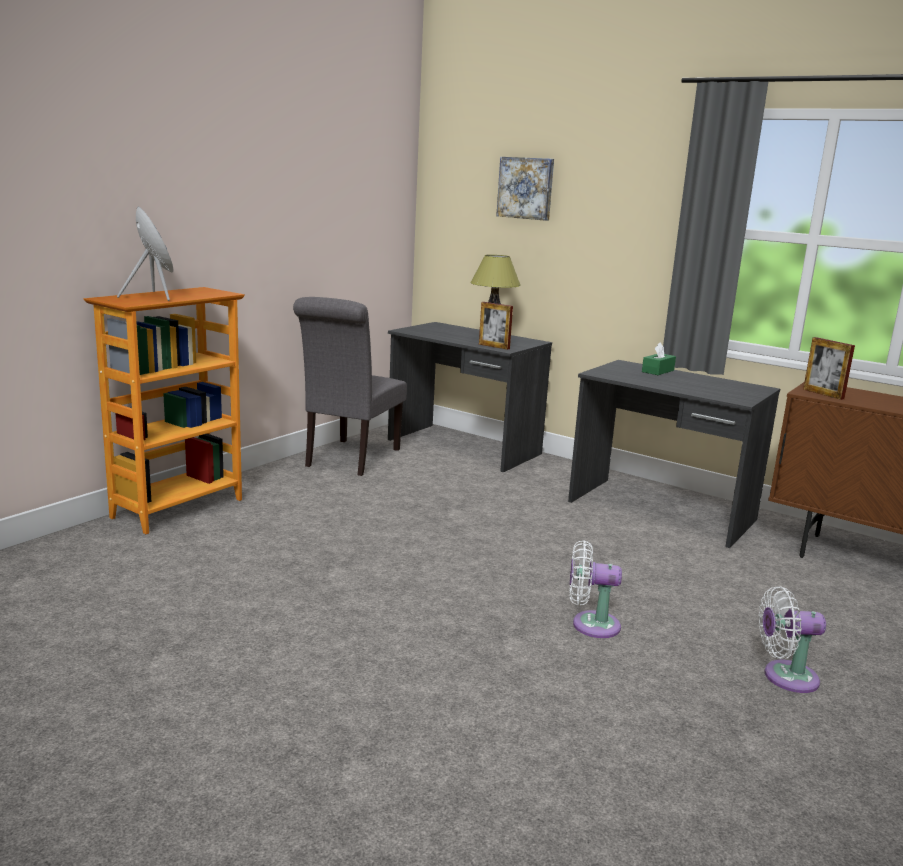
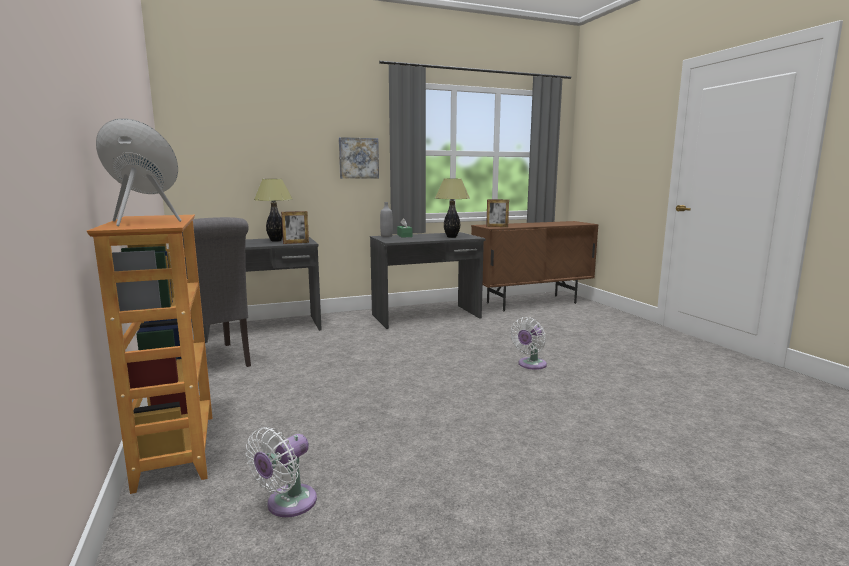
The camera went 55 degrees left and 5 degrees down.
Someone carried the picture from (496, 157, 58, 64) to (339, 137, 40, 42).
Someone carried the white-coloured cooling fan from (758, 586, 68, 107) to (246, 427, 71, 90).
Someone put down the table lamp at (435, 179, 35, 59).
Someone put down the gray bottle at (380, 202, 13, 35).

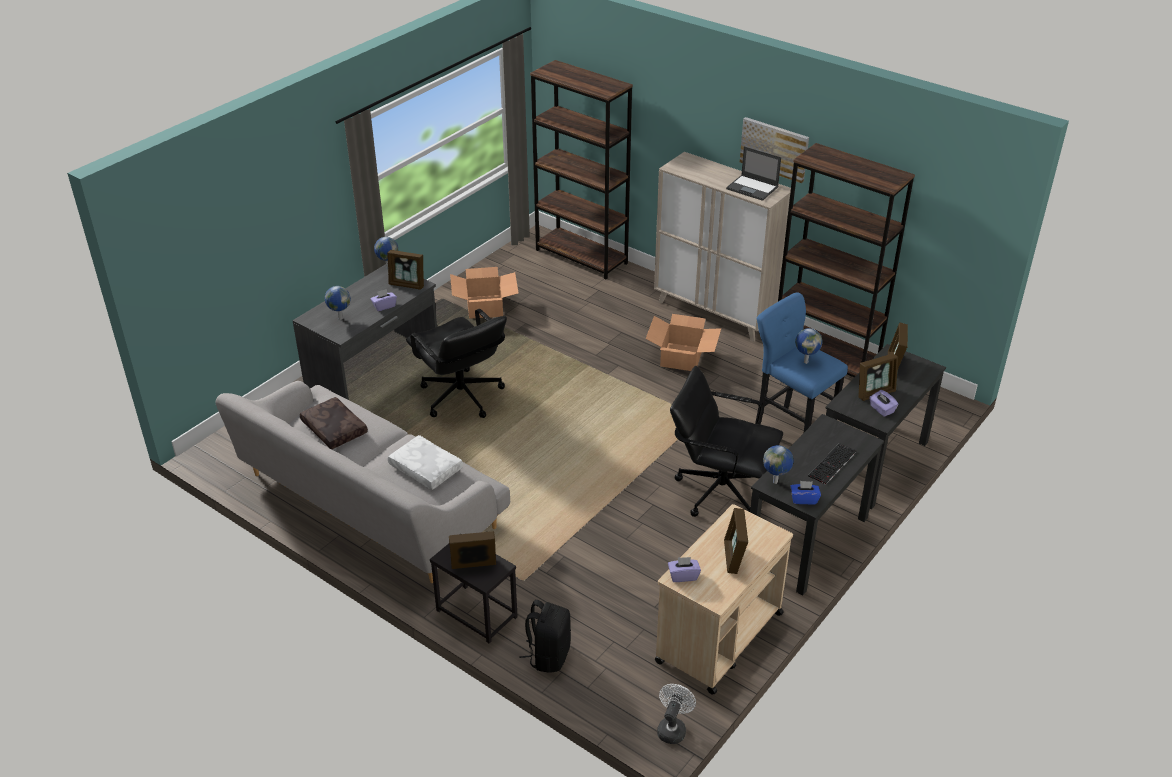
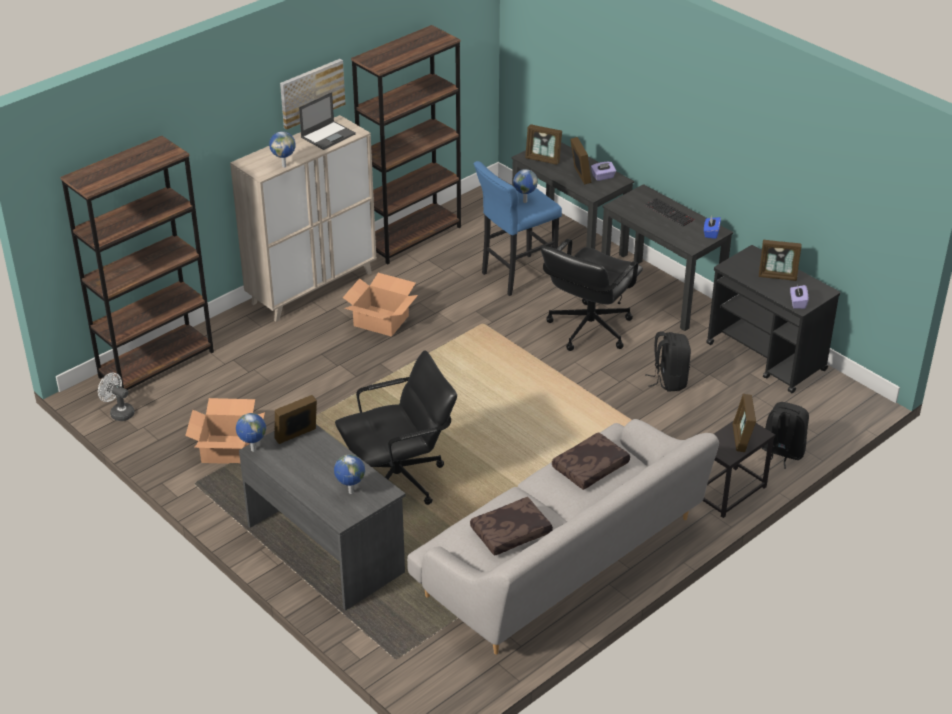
The camera went 80 degrees left and 0 degrees up.
Someone rotated the photo frame at (387, 250, 37, 40) by 150 degrees counterclockwise.
Someone took away the purple tissue holder at (371, 289, 26, 22).
Someone repainted the white-coloured pillow at (388, 435, 75, 55), which became the brown-coloured pillow at (552, 432, 78, 58).
Someone carried the desk globe from (763, 445, 31, 39) to (269, 131, 27, 37).
Someone repainted the beige-coloured cart at (655, 504, 138, 191), which became the black cart at (706, 245, 134, 148).
Someone carried the white-coloured cooling fan from (657, 684, 39, 60) to (98, 373, 37, 48).
Someone put down the black knapsack at (645, 331, 46, 61).

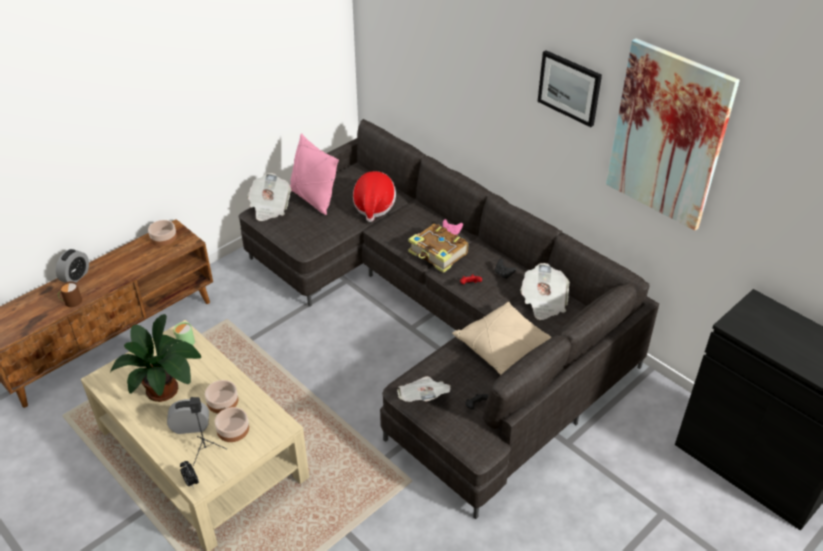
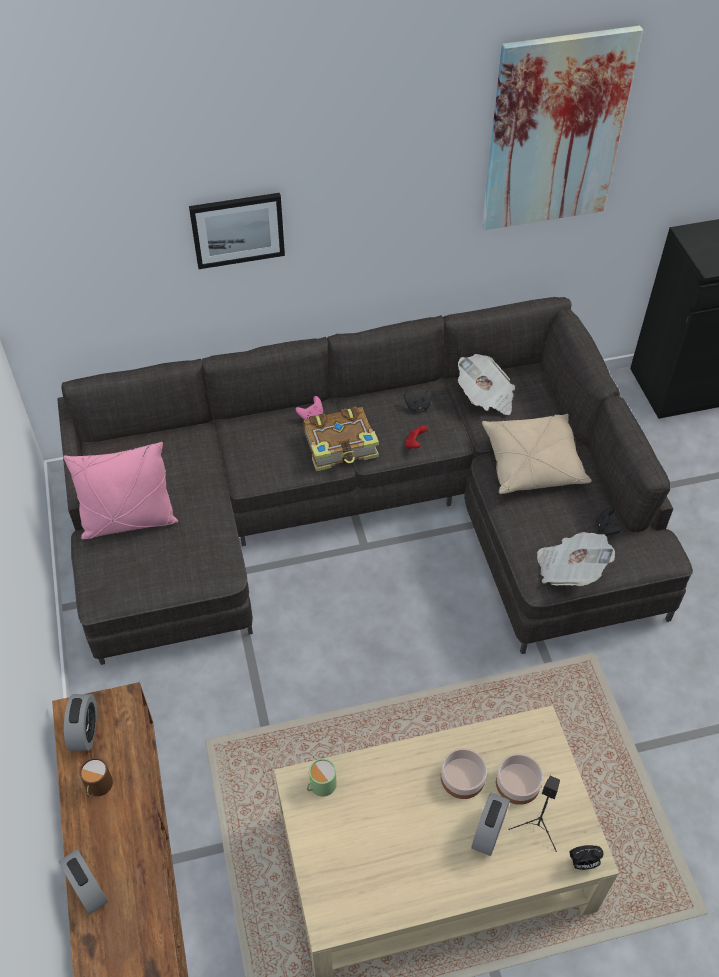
The camera went 60 degrees left and 10 degrees up.
Someone carried the picture from (537, 50, 65, 77) to (189, 193, 96, 76).
Someone took away the clothing hat at (353, 171, 43, 51).
Someone took away the daily paper at (247, 173, 44, 48).
Someone swapped the serving bowl at (148, 220, 29, 26) for the table clock at (64, 694, 33, 57).
Someone carried the brown-coloured mug from (58, 281, 24, 26) to (79, 758, 34, 39).
Someone took away the plant in a pot at (110, 314, 91, 88).

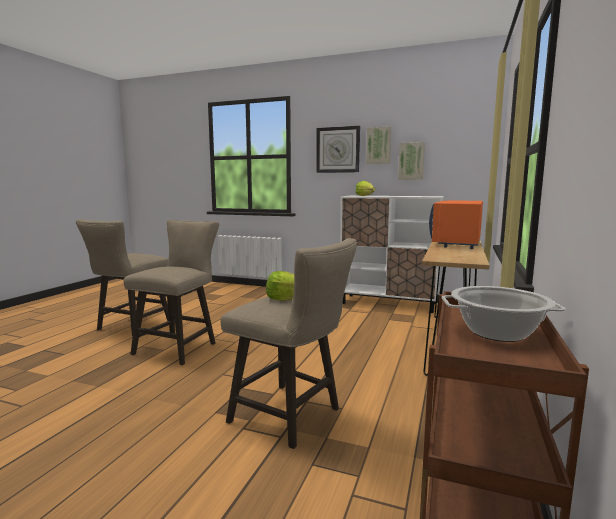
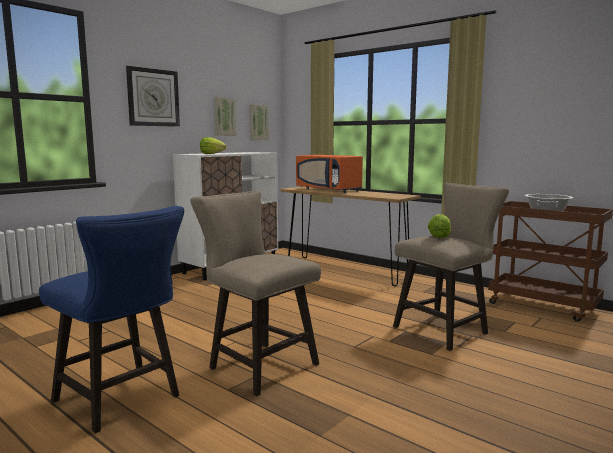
The camera went 70 degrees left and 0 degrees up.
Someone carried the picture from (366, 126, 26, 38) to (249, 104, 20, 36).
Someone repainted the beige-coloured stool at (76, 219, 93, 117), which became the bluish stool at (39, 206, 145, 227).

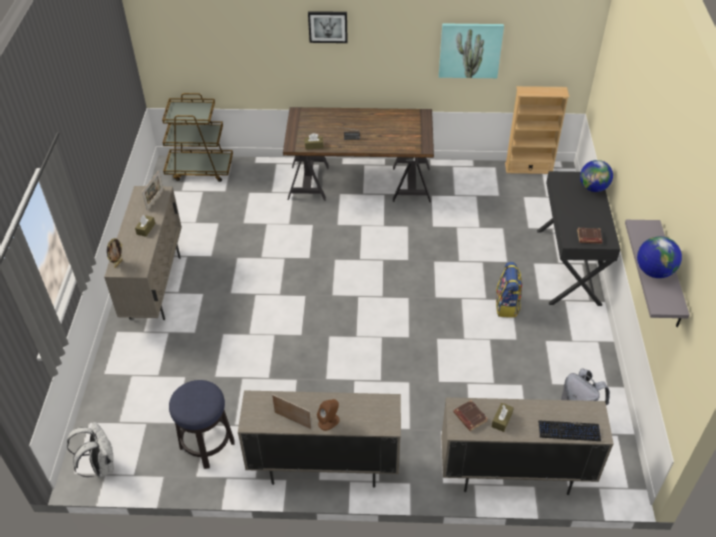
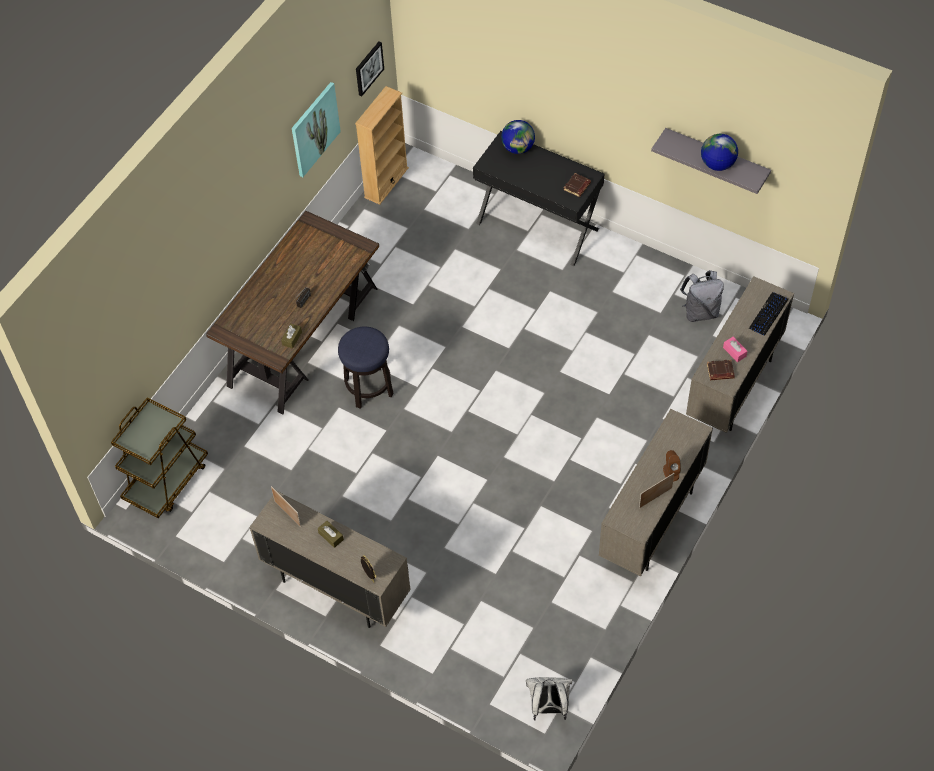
The camera went 60 degrees left and 10 degrees up.
Someone carried the picture from (308, 11, 40, 32) to (356, 41, 28, 55).
Someone took away the knapsack at (496, 262, 26, 56).
Someone carried the stool from (169, 380, 65, 89) to (338, 327, 56, 82).
Someone repainted the brown-coloured tissue holder at (492, 403, 22, 29), which became the pink tissue holder at (723, 337, 24, 25).

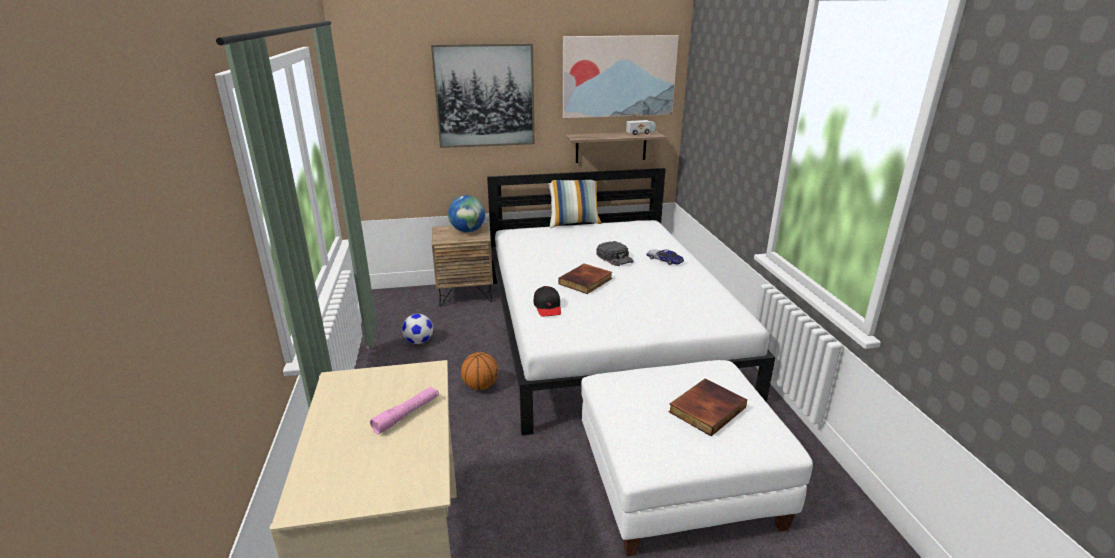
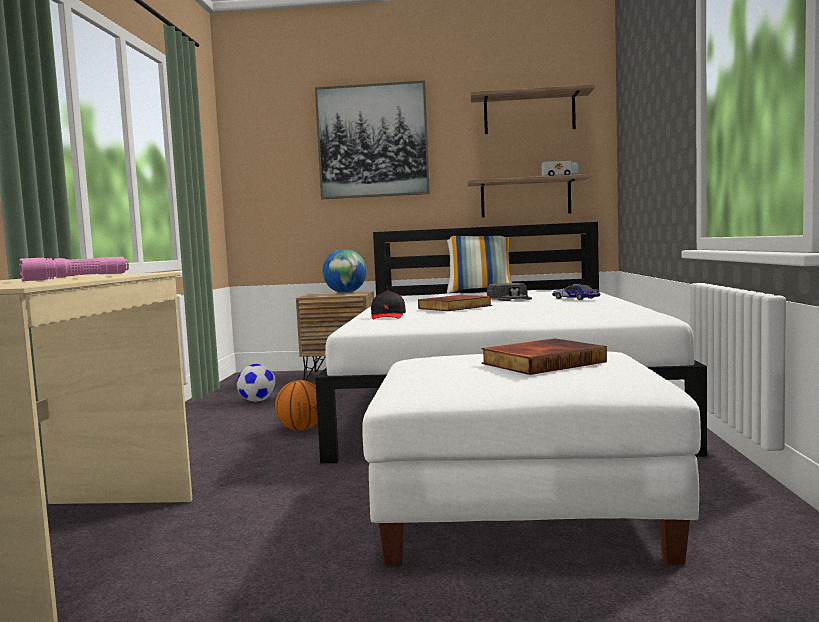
The camera went 15 degrees right and 20 degrees down.
Someone swapped the picture at (563, 35, 116, 83) for the bracket shelf at (470, 84, 125, 50).

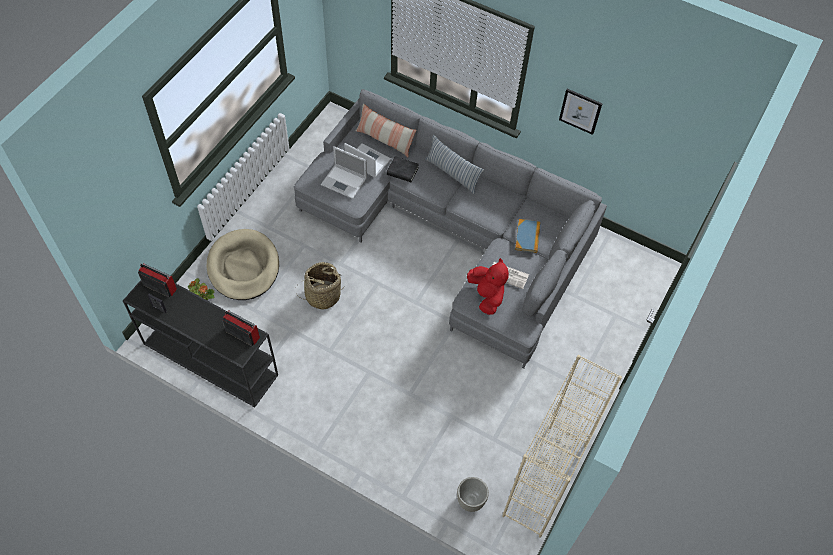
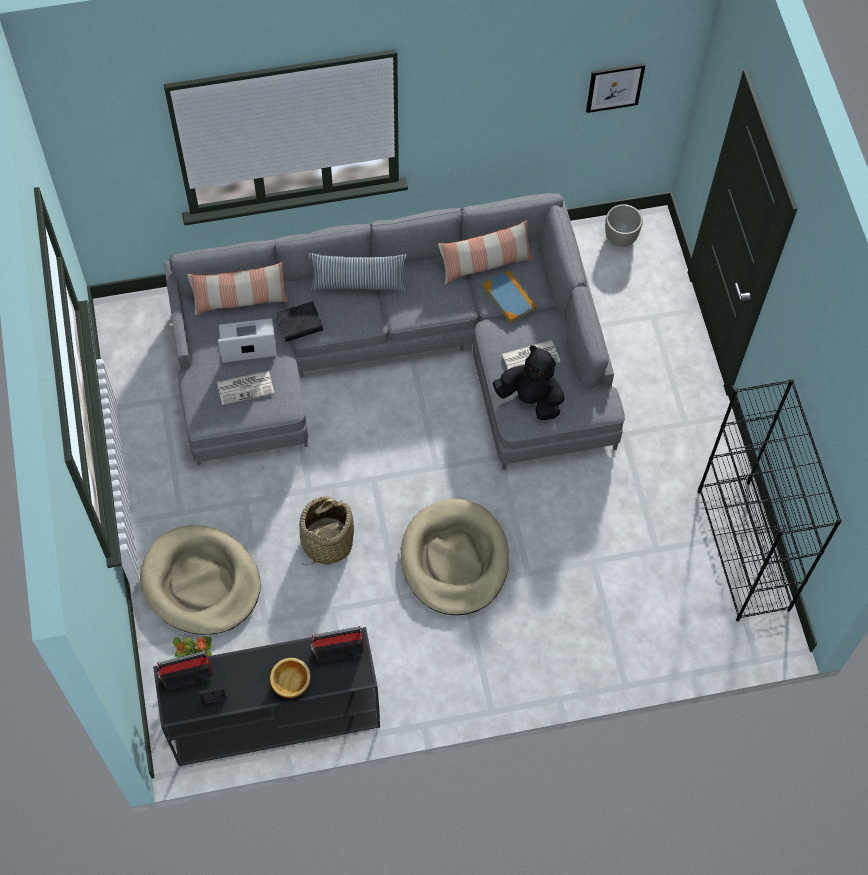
The camera went 40 degrees left and 5 degrees up.
Someone carried the picture from (559, 89, 44, 46) to (586, 63, 59, 50).
Someone swapped the notebook computer at (321, 146, 46, 53) for the daily paper at (217, 371, 57, 34).
Someone repainted the red plush toy at (467, 258, 42, 57), which became the black plush toy at (492, 345, 72, 75).
Someone repainted the beige-coloured bookcase at (502, 355, 120, 183), which became the black bookcase at (698, 379, 144, 243).
Someone carried the gray planter from (457, 477, 32, 35) to (605, 204, 38, 43).
Someone put down the pillow at (438, 220, 95, 64).
Someone put down the beige-coloured dog cushion at (401, 499, 108, 116).
Someone put down the serving bowl at (270, 658, 41, 40).

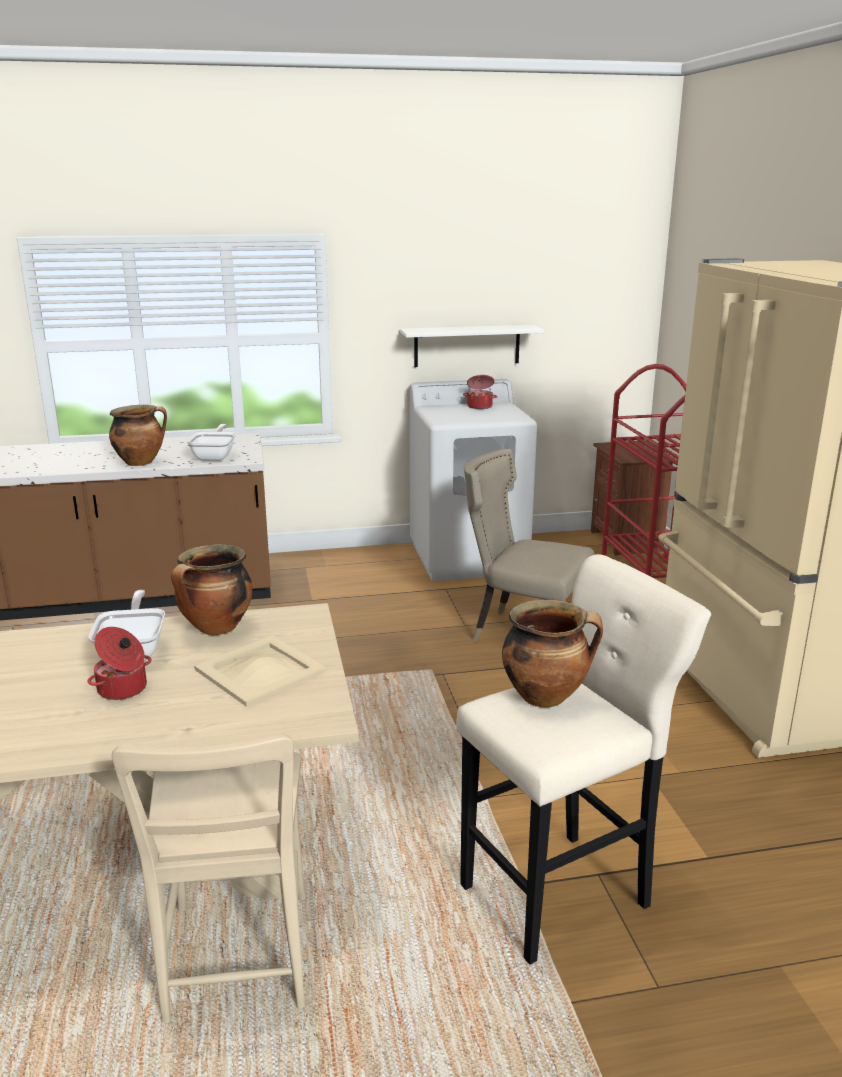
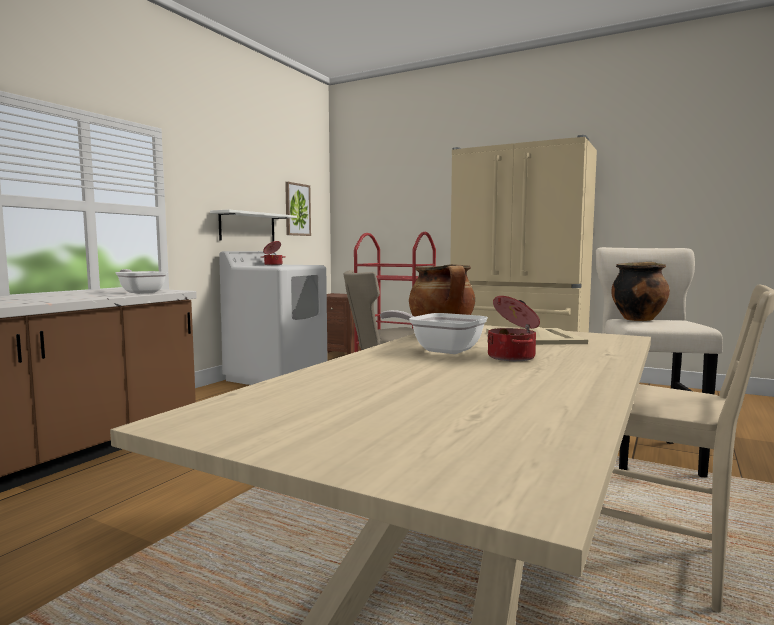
The camera went 50 degrees left and 15 degrees down.
Someone took away the stockpot at (109, 405, 58, 61).
Someone put up the picture at (285, 182, 26, 54).

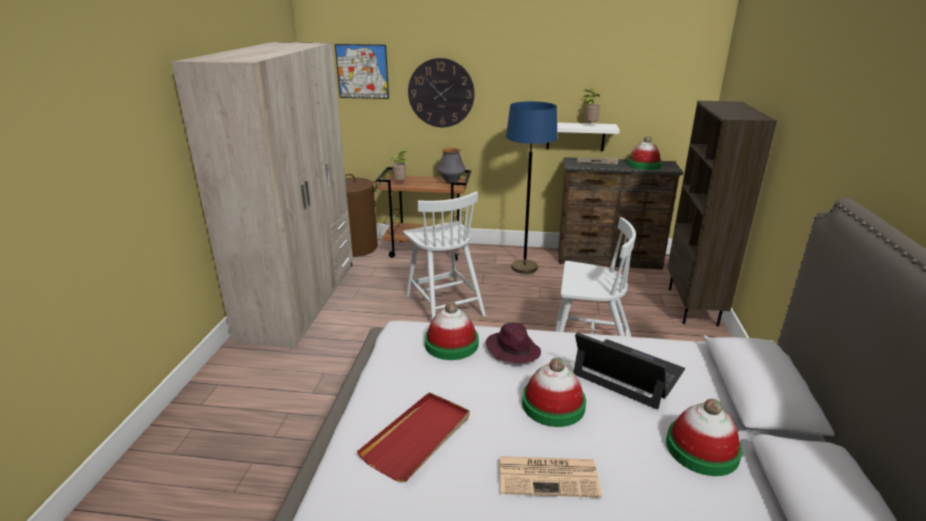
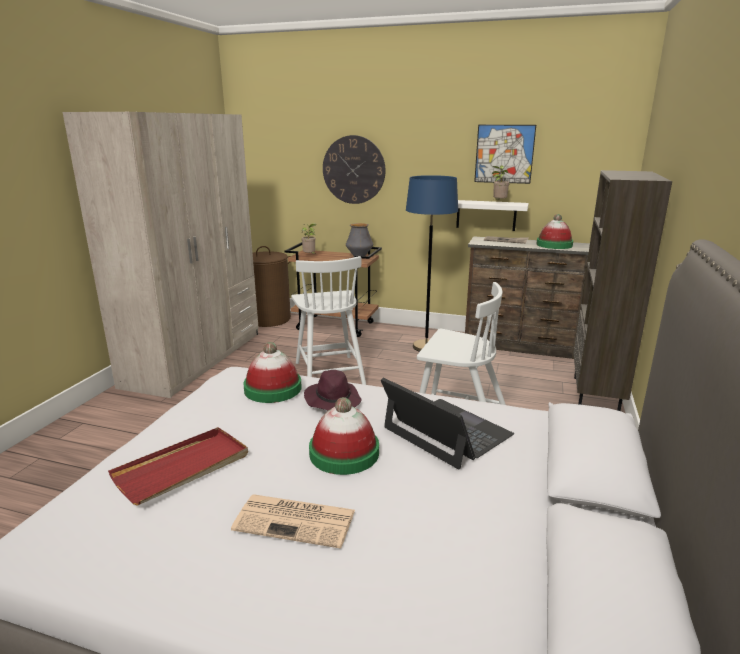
The camera went 10 degrees right and 5 degrees down.
Someone carried the picture from (335, 44, 54, 55) to (474, 125, 62, 59).
Someone took away the clothing hat at (666, 399, 76, 77).

